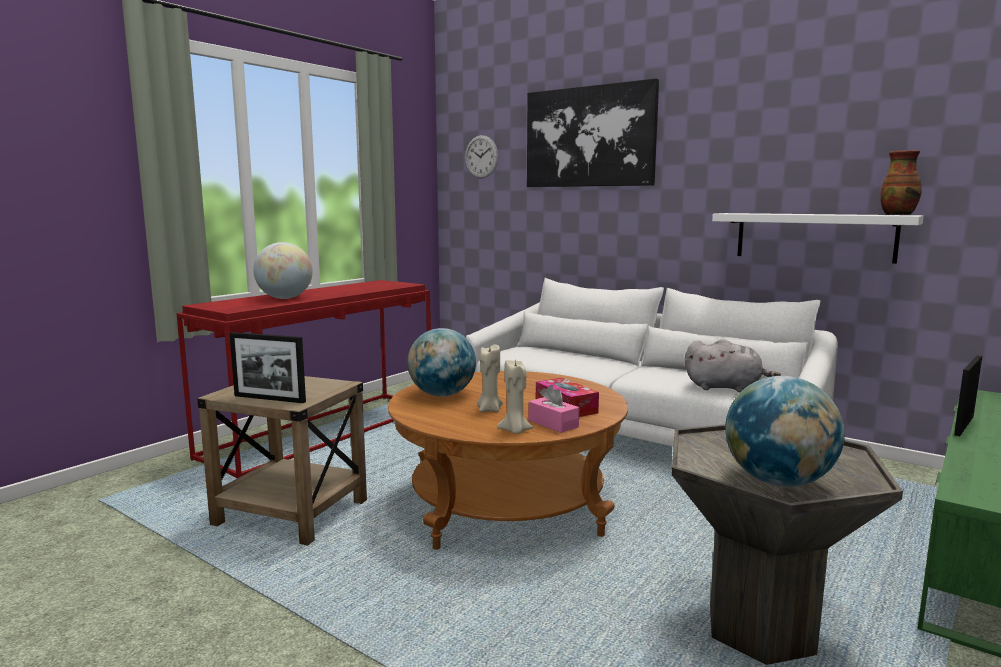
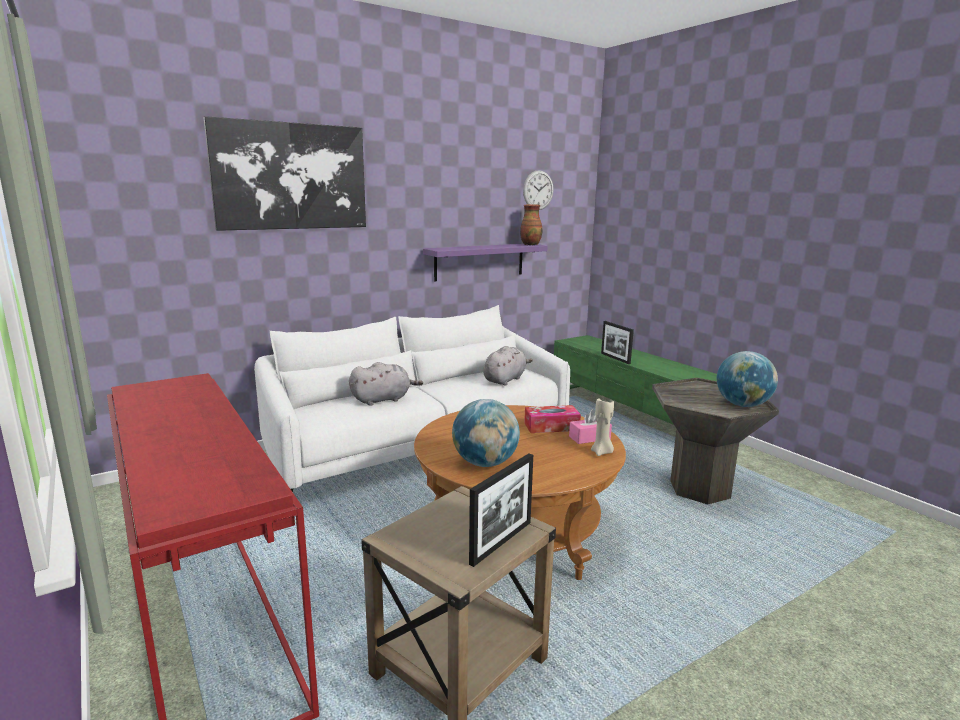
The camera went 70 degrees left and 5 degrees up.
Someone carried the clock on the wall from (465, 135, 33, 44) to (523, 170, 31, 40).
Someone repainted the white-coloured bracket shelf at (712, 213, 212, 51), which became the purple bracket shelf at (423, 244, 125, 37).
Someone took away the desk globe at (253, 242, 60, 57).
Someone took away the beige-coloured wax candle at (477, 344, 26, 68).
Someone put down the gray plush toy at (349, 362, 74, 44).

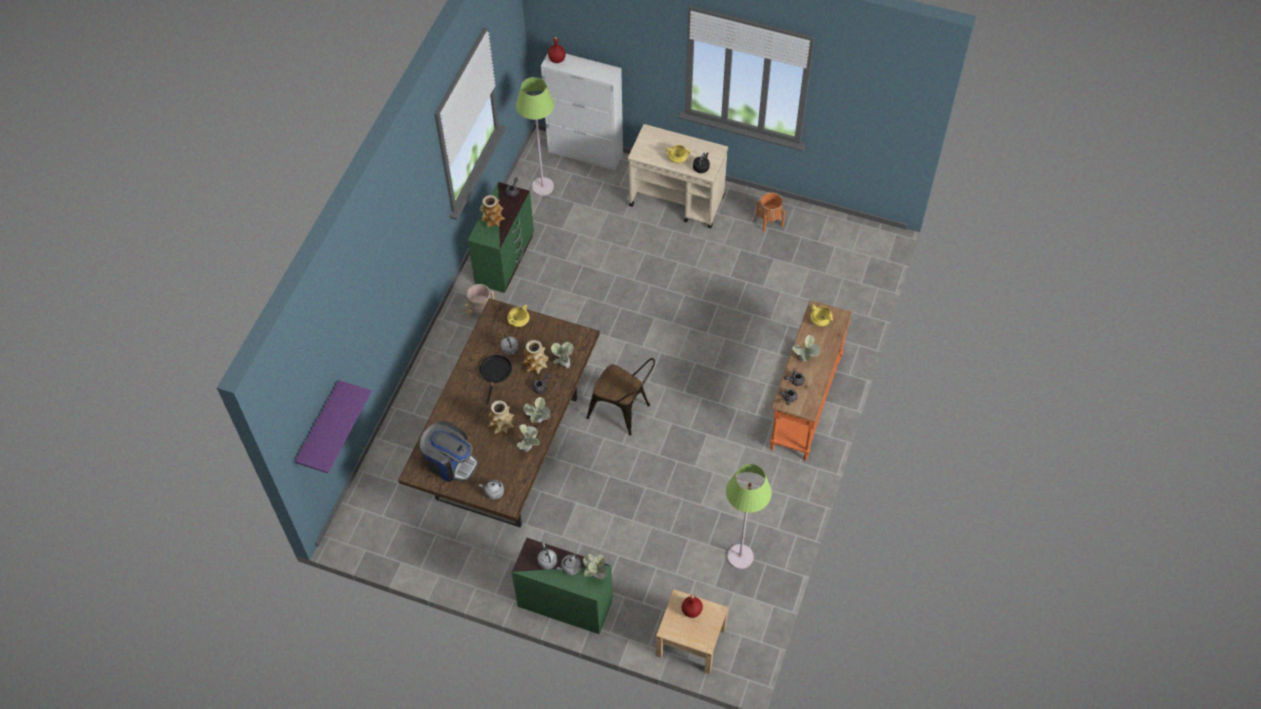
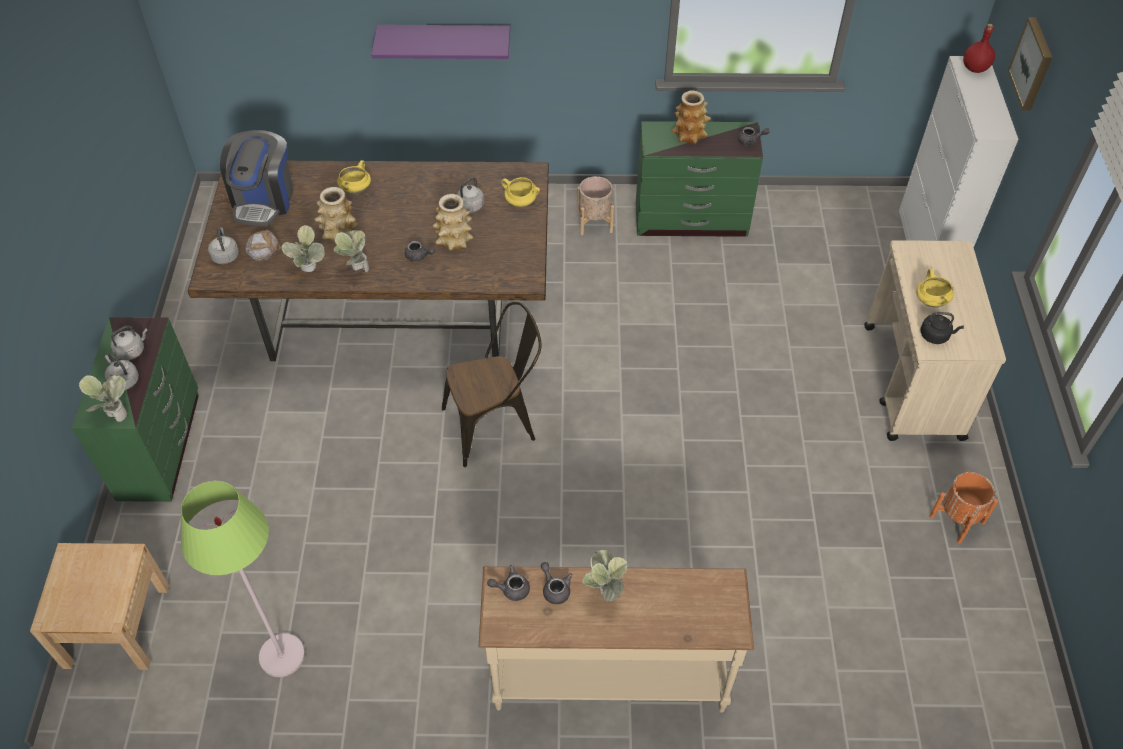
The camera went 70 degrees right and 5 degrees down.
Someone took away the green standing lamp at (516, 77, 38, 119).
Someone repainted the orange hall table at (770, 300, 82, 161), which became the beige-coloured hall table at (479, 566, 275, 147).
Someone carried the yellow stockpot from (810, 305, 23, 21) to (337, 160, 34, 34).
Someone took away the plant in a pot at (551, 342, 23, 27).
Someone took away the black frying pan at (479, 355, 33, 49).
Someone rotated the brown-coloured chair at (587, 358, 68, 78) by 120 degrees counterclockwise.
Someone carried the purple bracket shelf from (294, 380, 77, 93) to (371, 25, 139, 34).
Someone took away the red bottle at (682, 595, 21, 23).
Someone put up the picture at (1008, 17, 45, 94).
Someone put down the bread at (245, 229, 36, 33).

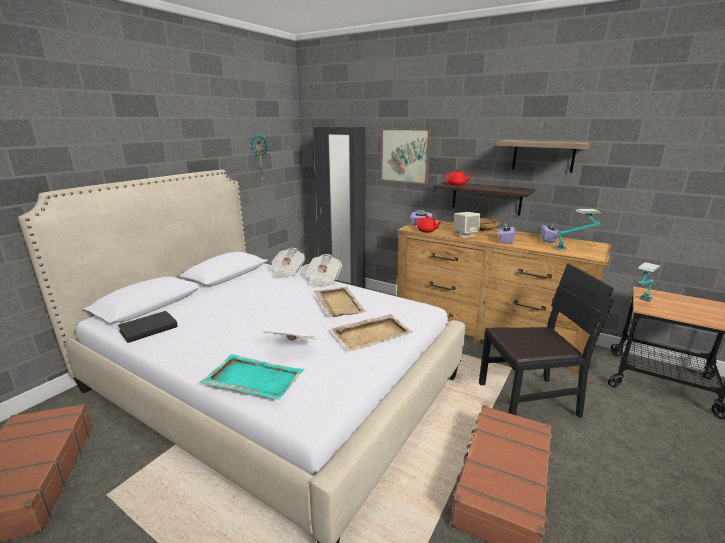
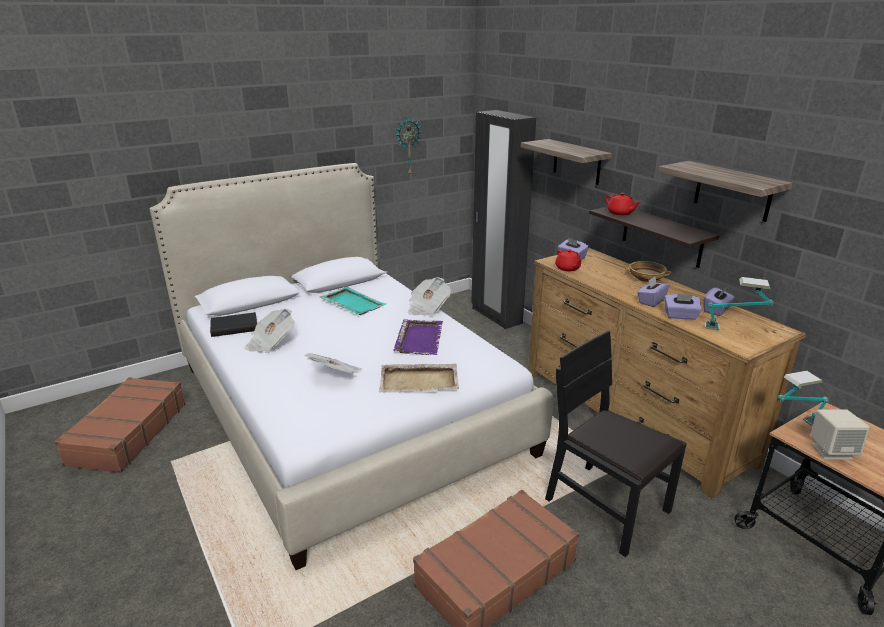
The camera went 25 degrees right and 5 degrees up.
Someone swapped the picture at (381, 128, 50, 56) for the bracket shelf at (521, 139, 91, 46).
Someone carried the beige-coloured loudspeaker from (454, 212, 26, 26) to (810, 409, 60, 51).
Someone carried the daily paper from (271, 248, 34, 31) to (245, 309, 50, 44).
Someone rotated the black chair at (479, 263, 135, 155) by 150 degrees counterclockwise.
Someone repainted the beige-coloured carrying tray at (314, 287, 53, 30), which became the purple carrying tray at (393, 319, 50, 36).
Someone carried the blue-green carrying tray from (200, 354, 105, 46) to (320, 287, 66, 28).
Someone put down the purple tissue holder at (664, 293, 38, 27).

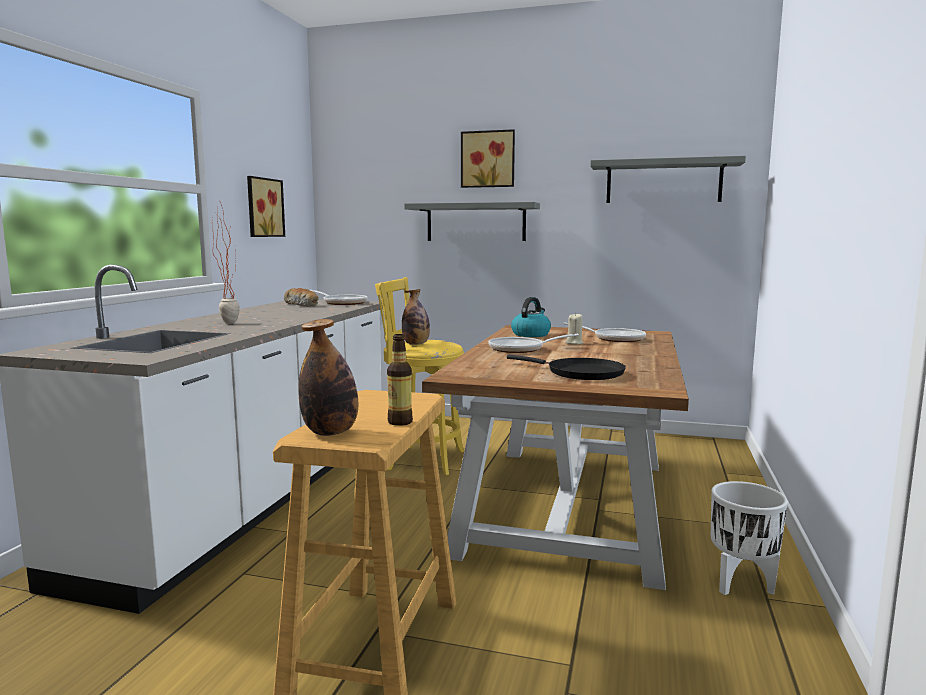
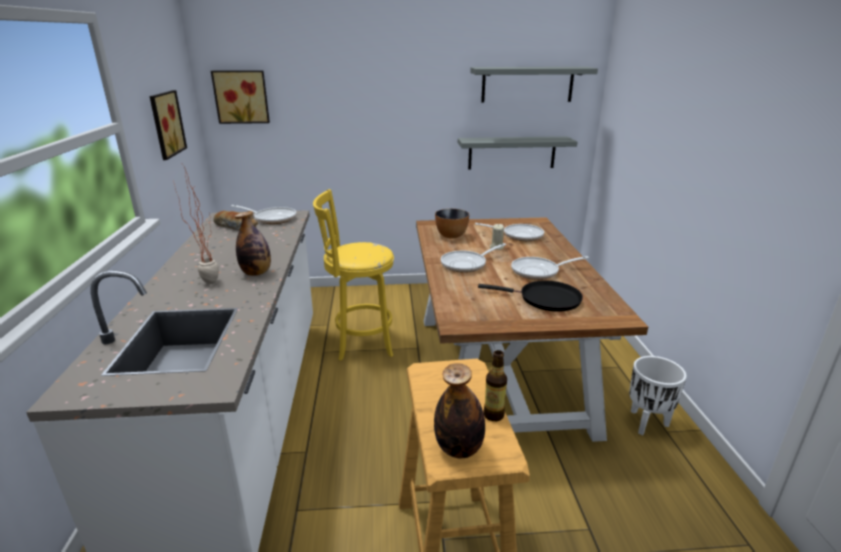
The camera went 20 degrees left and 15 degrees up.
Someone carried the picture from (461, 129, 54, 59) to (211, 70, 59, 54).
Someone carried the gray bracket shelf from (404, 202, 136, 39) to (458, 136, 119, 34).
Someone carried the bottle from (402, 289, 28, 56) to (235, 211, 36, 65).
Someone swapped the kettle at (511, 297, 40, 40) for the serving bowl at (435, 209, 34, 30).
Someone put down the frying pan at (511, 256, 78, 24).

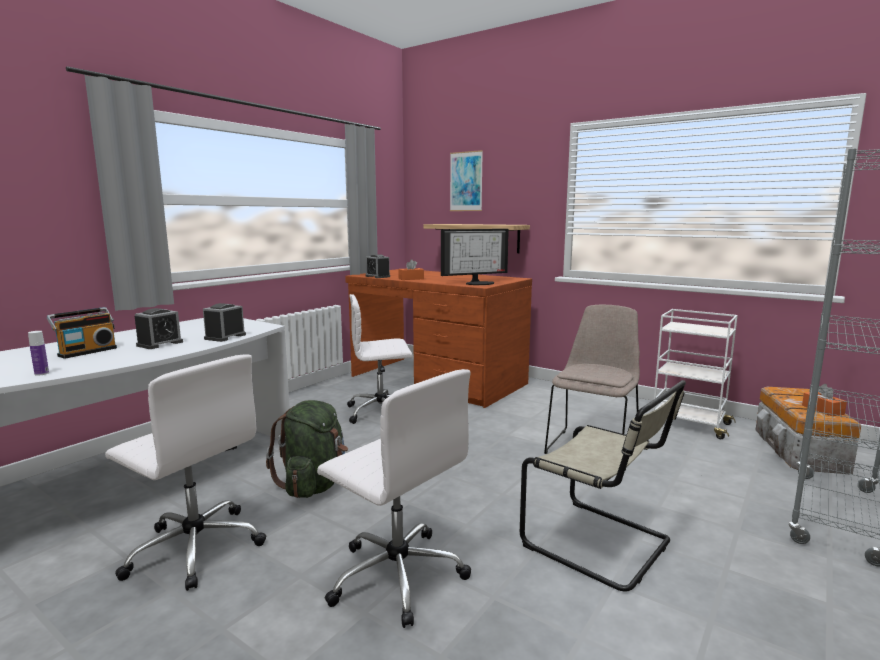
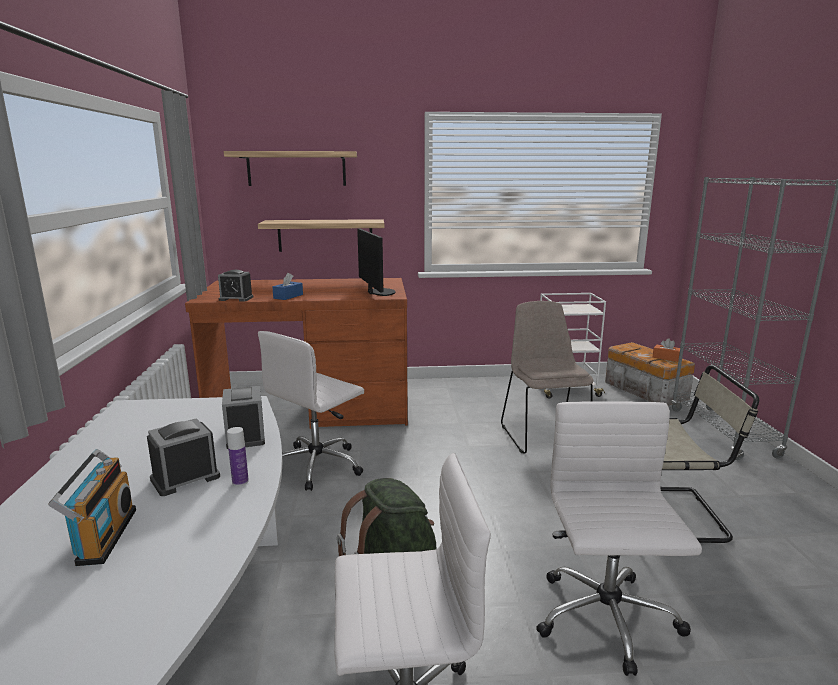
The camera went 40 degrees left and 5 degrees up.
Someone swapped the picture at (450, 150, 33, 61) for the bracket shelf at (224, 151, 133, 35).
Someone rotated the computer display at (441, 229, 68, 56) by 45 degrees counterclockwise.
Someone repainted the orange tissue holder at (398, 259, 26, 21), which became the bluish tissue holder at (272, 273, 31, 27).
Someone rotated the table clock at (135, 308, 48, 41) by 120 degrees counterclockwise.
Someone carried the bottle from (28, 331, 21, 45) to (227, 427, 22, 59).
Someone rotated the white-coloured computer chair at (317, 369, 154, 259) by 90 degrees counterclockwise.

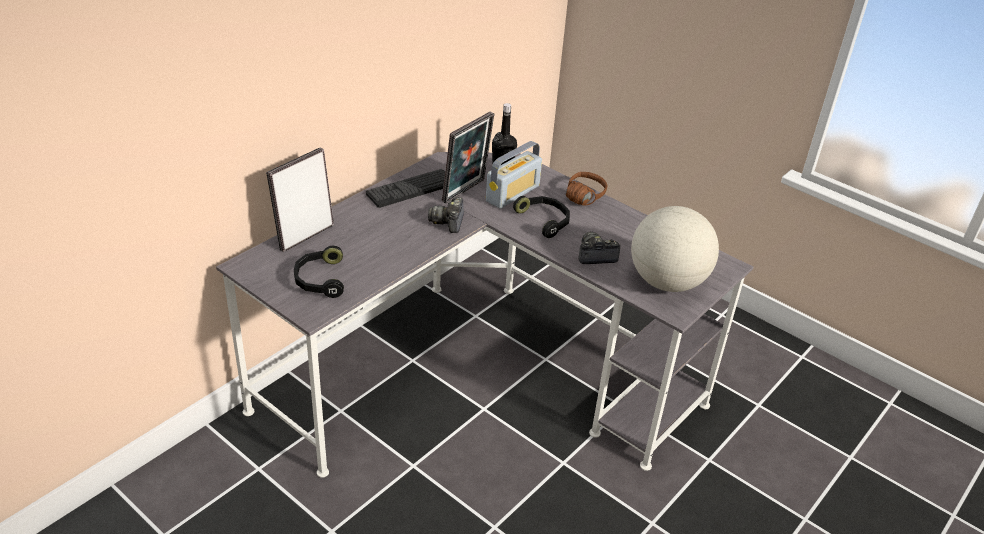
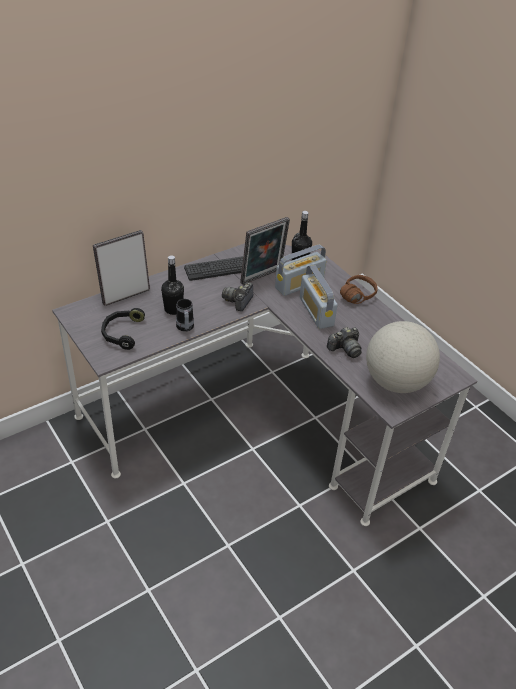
The camera went 15 degrees right and 5 degrees up.
Someone swapped the black pair of headphones at (513, 196, 57, 42) for the radio receiver at (300, 265, 38, 64).
Someone rotated the photo camera at (578, 232, 43, 32) by 150 degrees clockwise.
Someone put down the black bottle at (161, 255, 23, 60).
Someone put down the mug at (176, 299, 18, 33).

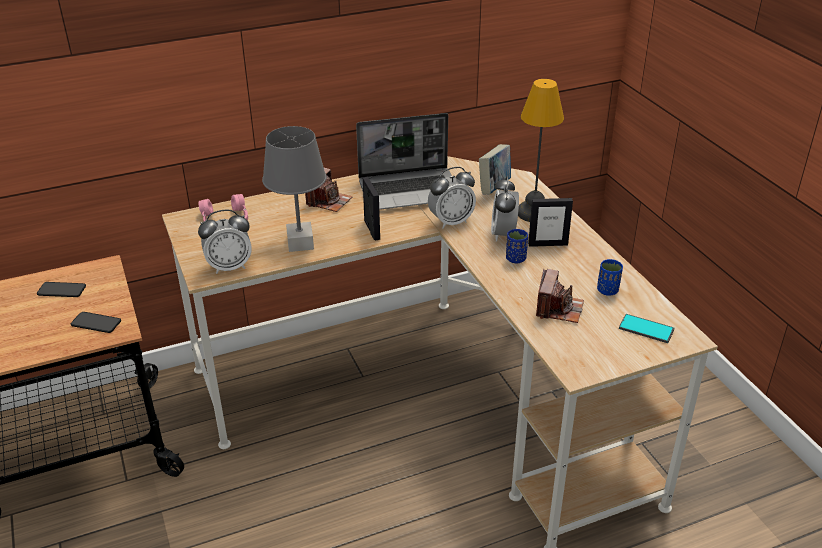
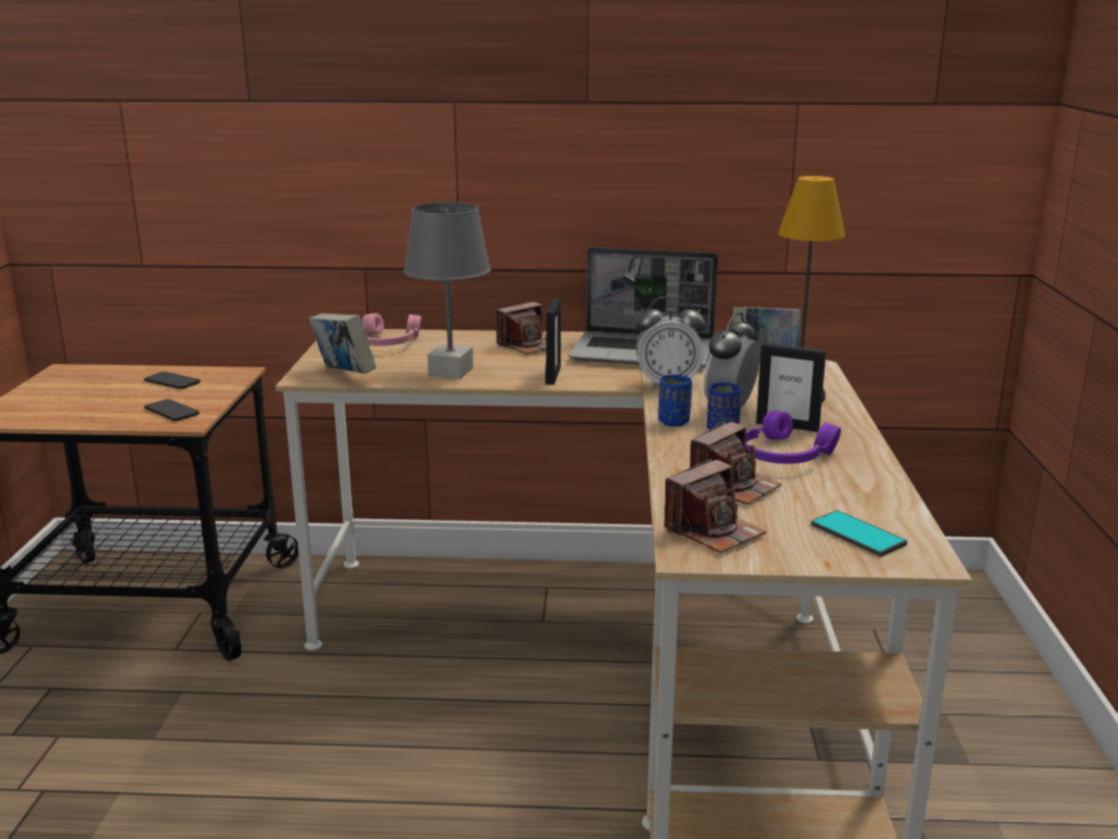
The camera went 25 degrees right and 15 degrees down.
Someone swapped the table clock at (198, 210, 54, 64) for the bound book at (309, 313, 67, 61).
Someone carried the bluish small cup from (597, 259, 26, 37) to (658, 374, 34, 53).
Someone put down the purple pair of headphones at (745, 411, 96, 53).
Someone put down the photo camera at (664, 459, 103, 94).

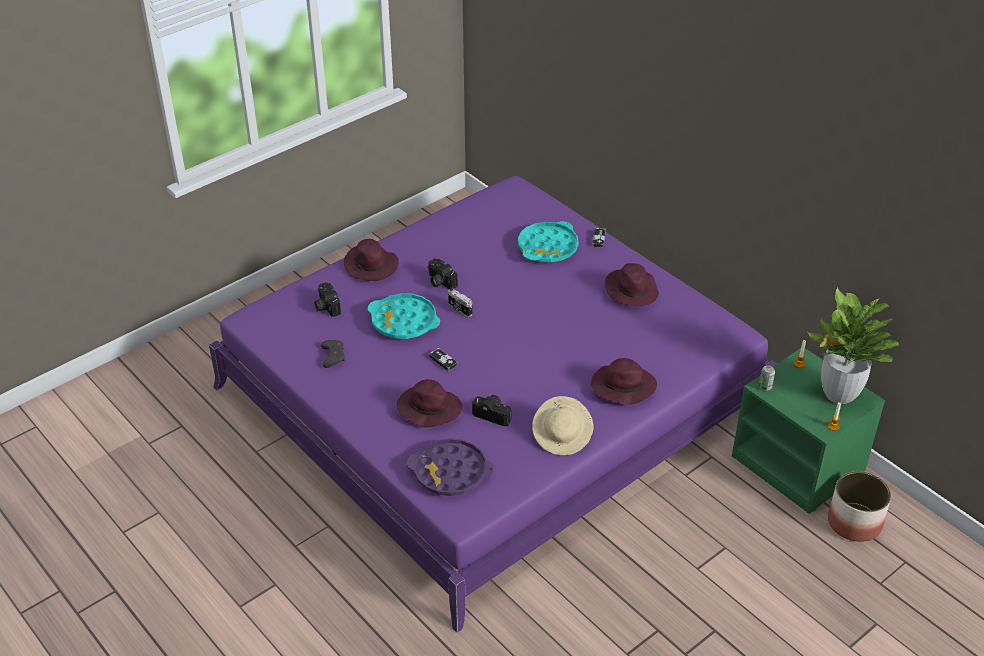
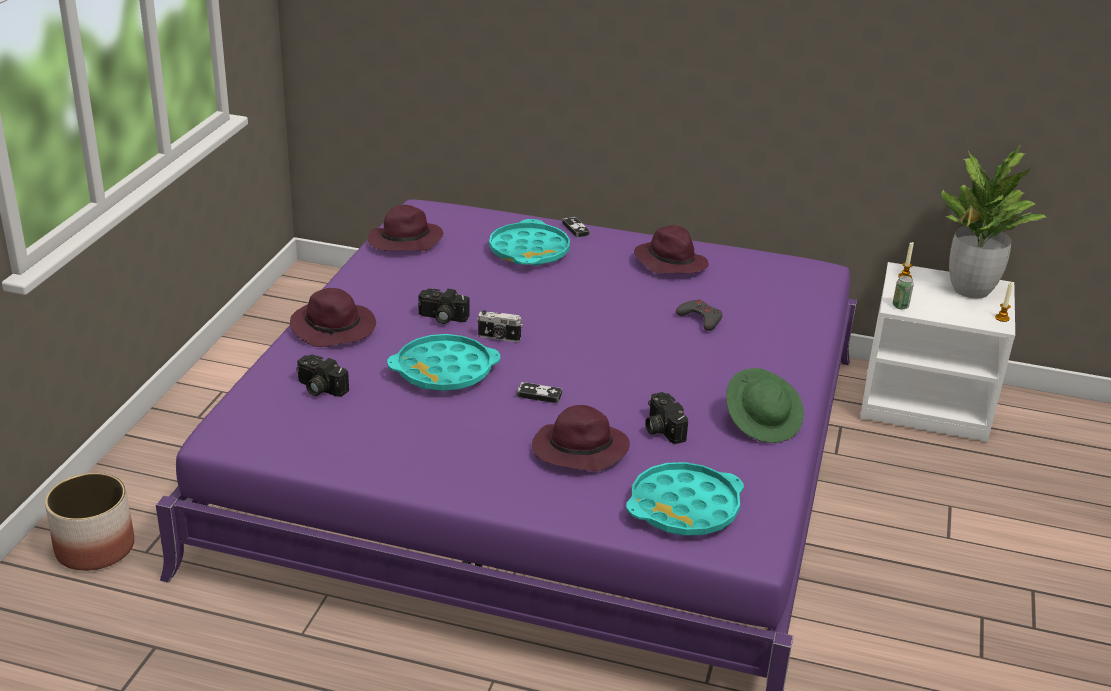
The camera went 35 degrees left and 10 degrees down.
Someone carried the gray joypad from (321, 340, 24, 28) to (676, 299, 47, 32).
Someone repainted the green bedside table at (732, 348, 153, 166), which became the white-coloured bedside table at (860, 262, 155, 180).
Someone carried the purple clothing hat from (591, 358, 66, 47) to (367, 205, 76, 46).
Someone rotated the photo camera at (472, 395, 40, 31) by 105 degrees counterclockwise.
Someone repainted the beige-coloured clothing hat at (532, 396, 62, 59), which became the green clothing hat at (726, 368, 78, 75).
Someone repainted the purple carrying tray at (407, 438, 86, 58), which became the blue-green carrying tray at (626, 462, 118, 74).
Someone carried the planter from (828, 471, 63, 71) to (45, 473, 89, 98).

